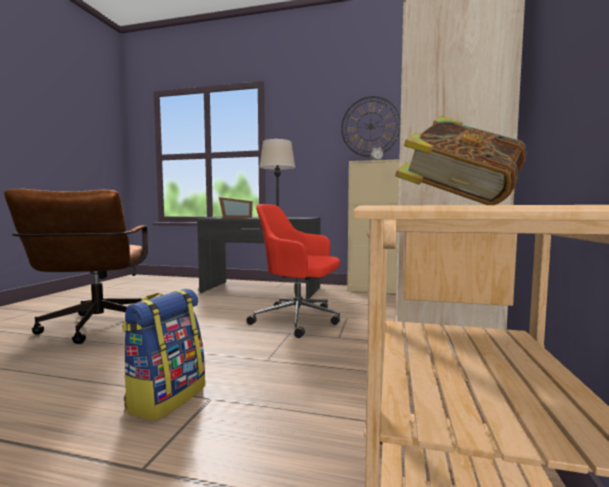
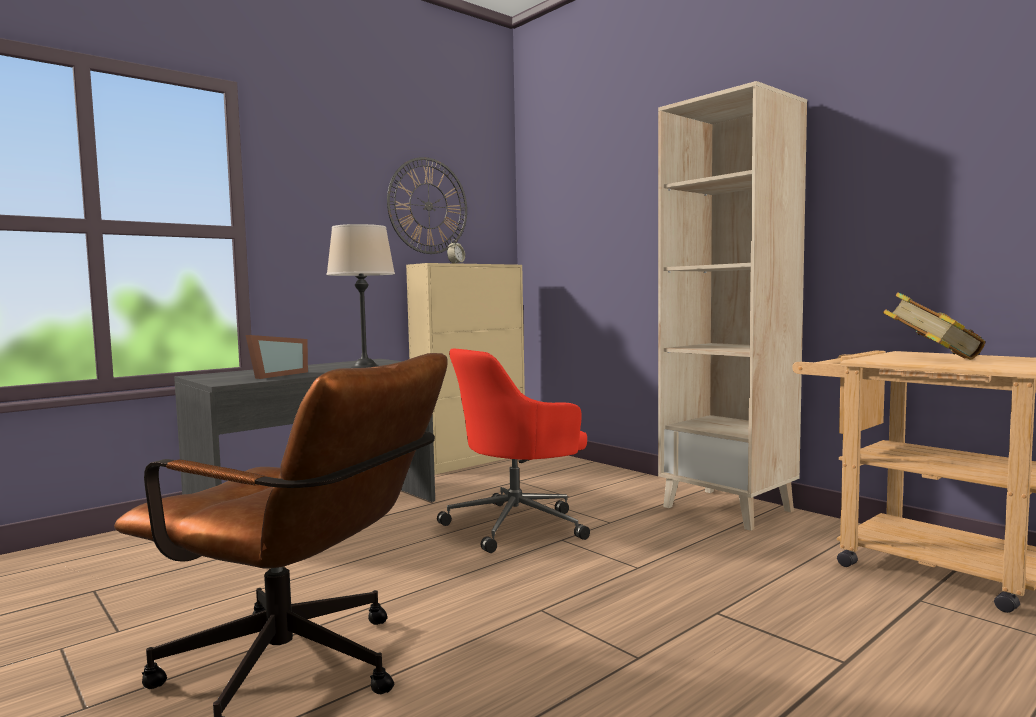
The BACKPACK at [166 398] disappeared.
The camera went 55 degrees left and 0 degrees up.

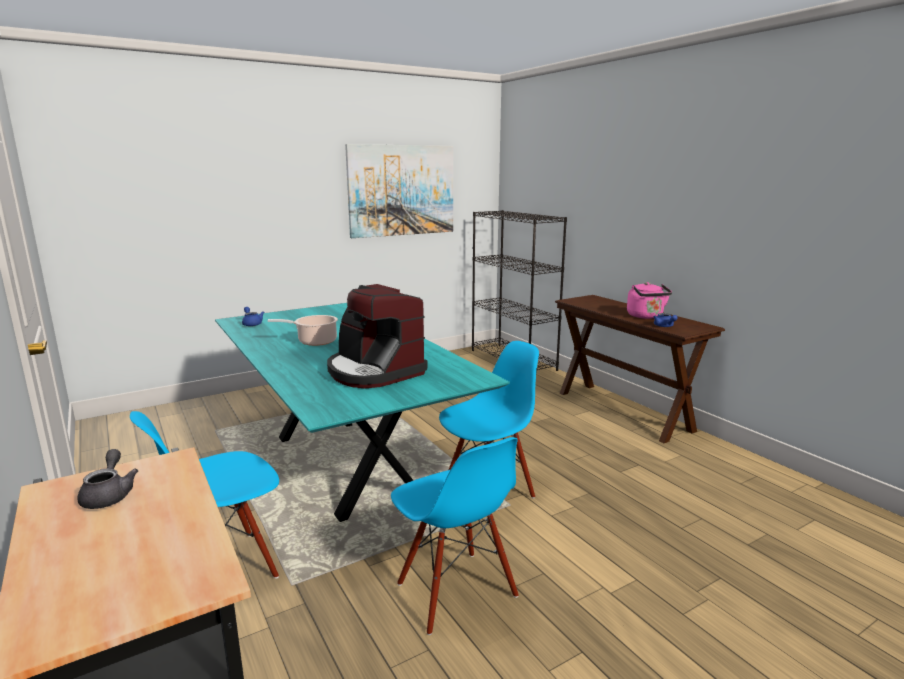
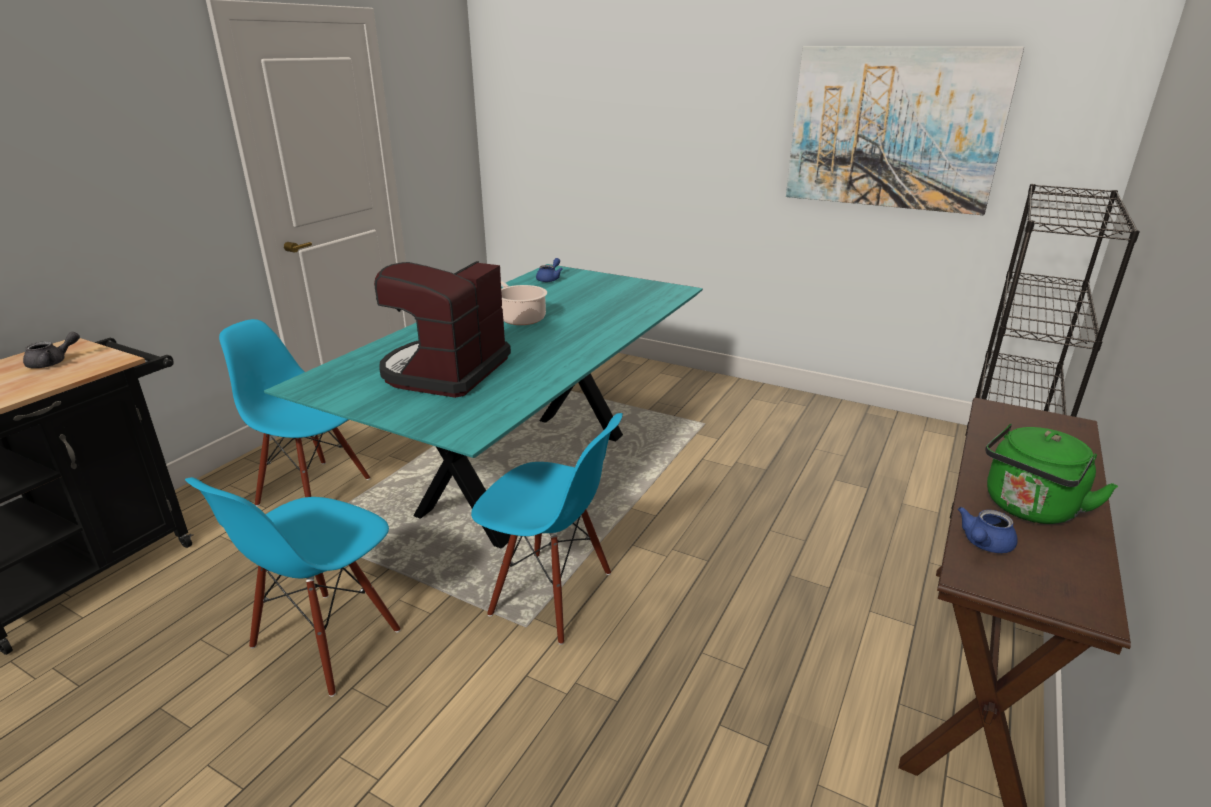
The PINK KETTLE at [646 316] became the GREEN KETTLE at [1028 509].
The camera went 60 degrees right and 10 degrees up.

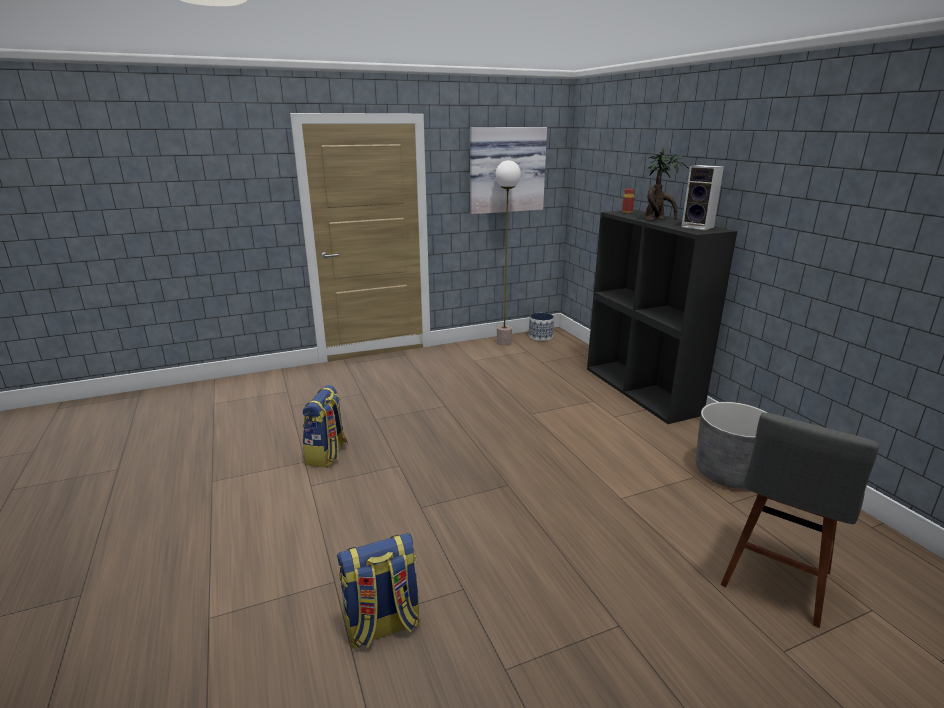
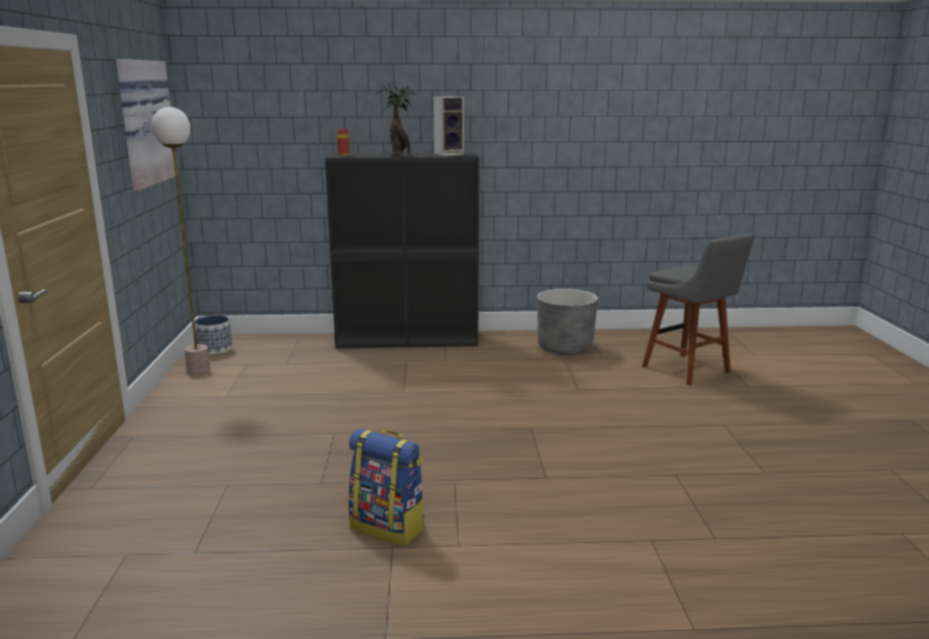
The BACKPACK at [382 626] disappeared.
The camera went 70 degrees left and 5 degrees down.

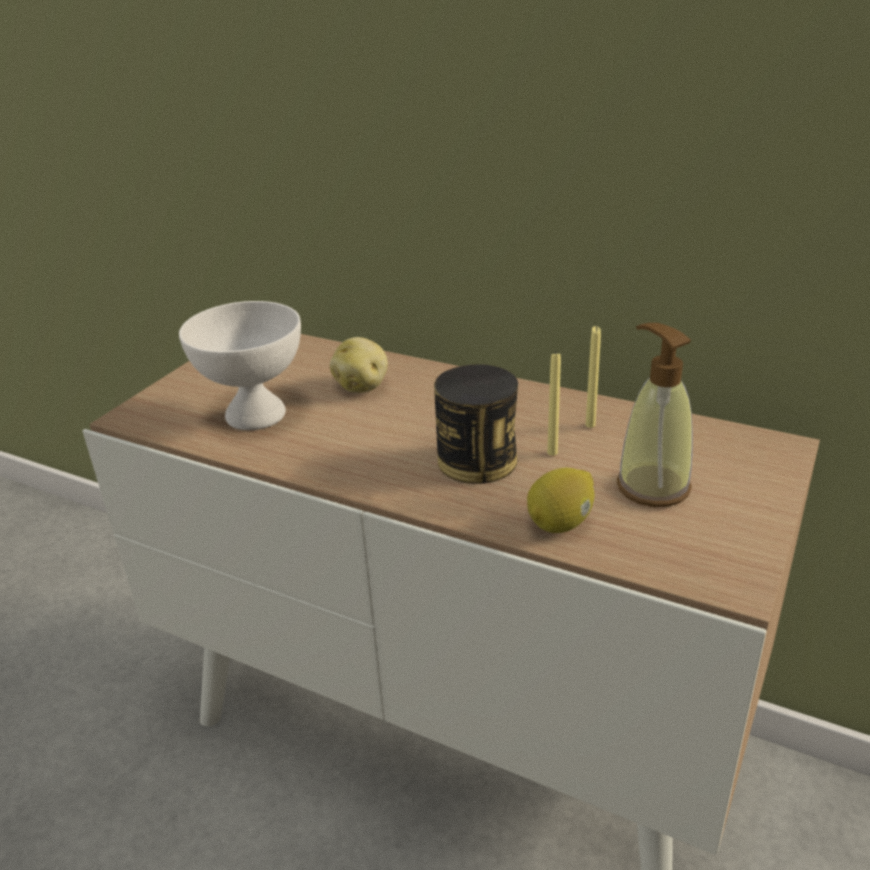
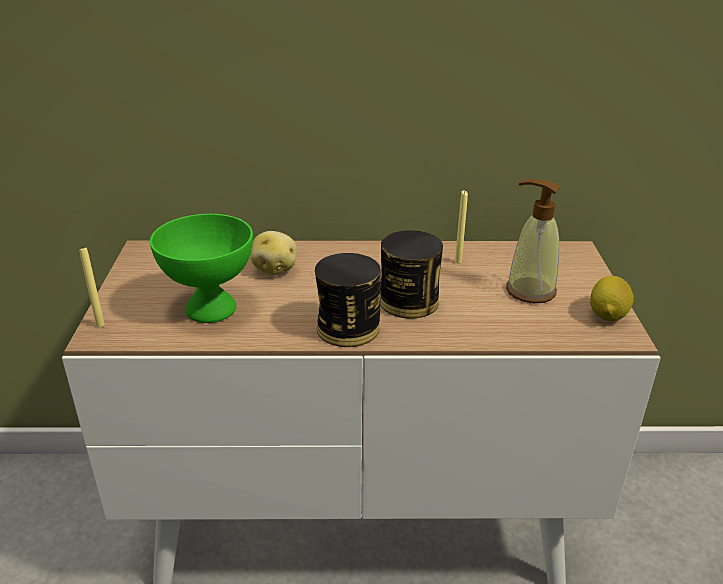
The WHITE BOWL at [255 416] became the GREEN BOWL at [211 310].
The LEMON moved from [561 523] to [608 315].
The YELLOW CANDLE moved from [552 453] to [100 325].
The CAN at [348 328] appeared.
The camera went 30 degrees left and 0 degrees up.

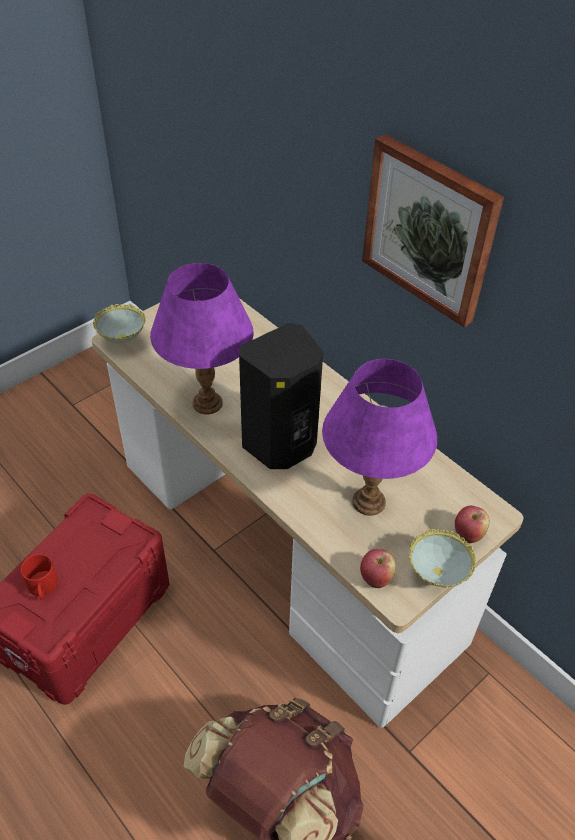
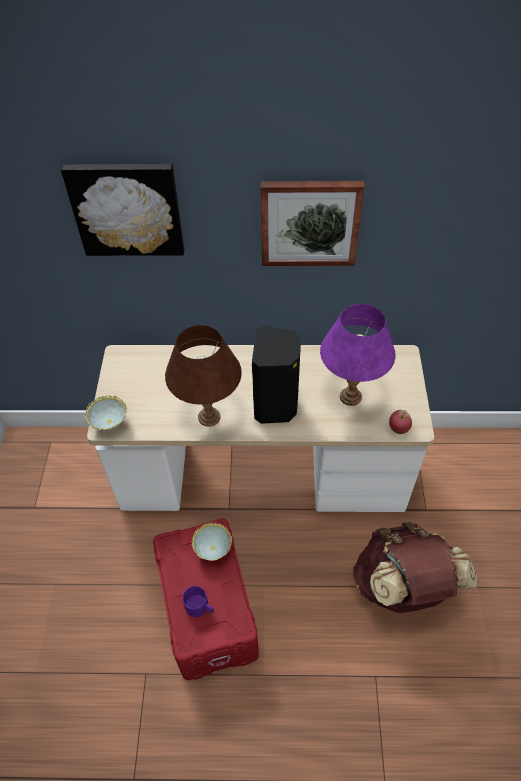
The RED MUG at [43 587] became the PURPLE MUG at [200 607].
The PURPLE TABLE LAMP at [206 403] became the BROWN TABLE LAMP at [208 417].
The BOWL moved from [436 575] to [213 550].
The APPLE at [468 534] disappeared.
The PICTURE at [127 208] appeared.
The camera went 45 degrees left and 5 degrees up.

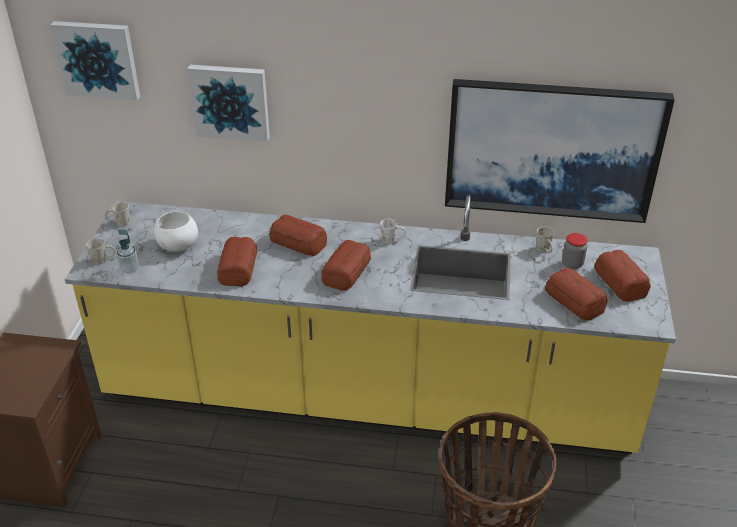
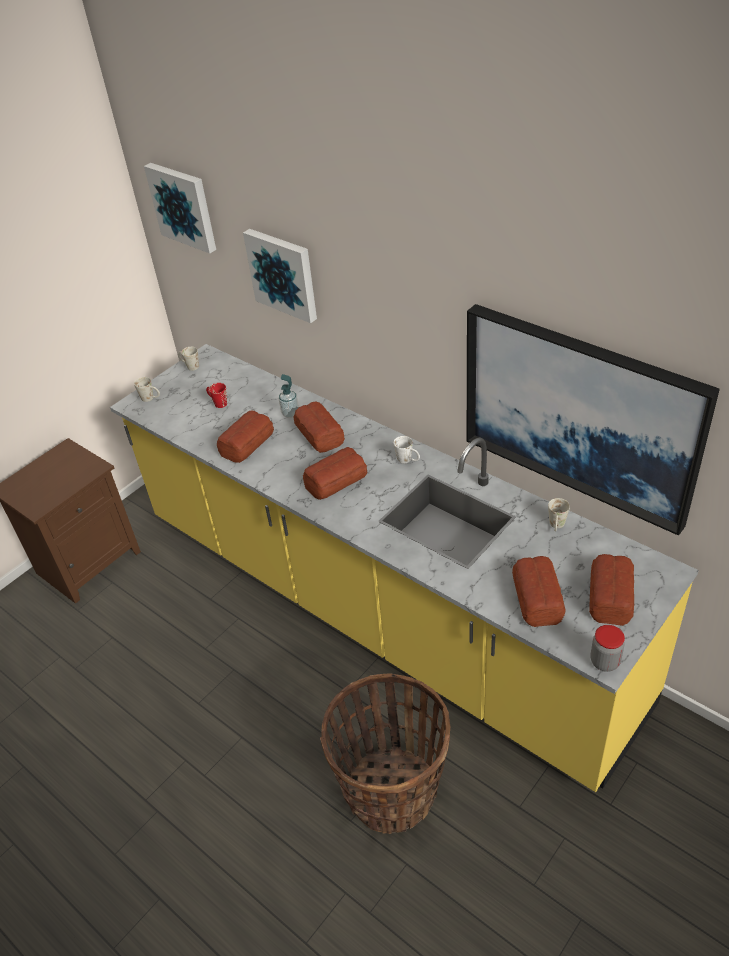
The SOAP DISPENSER moved from [129 269] to [290 413].
The WHITE BOWL at [177 245] was replaced by the RED MUG at [217 403].
The JAR moved from [572 264] to [604 661].
The camera went 35 degrees right and 5 degrees up.

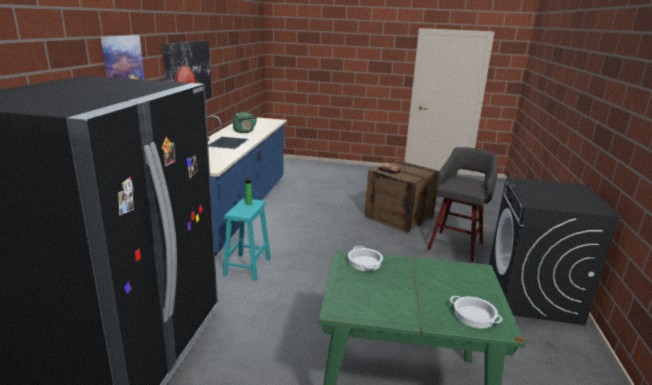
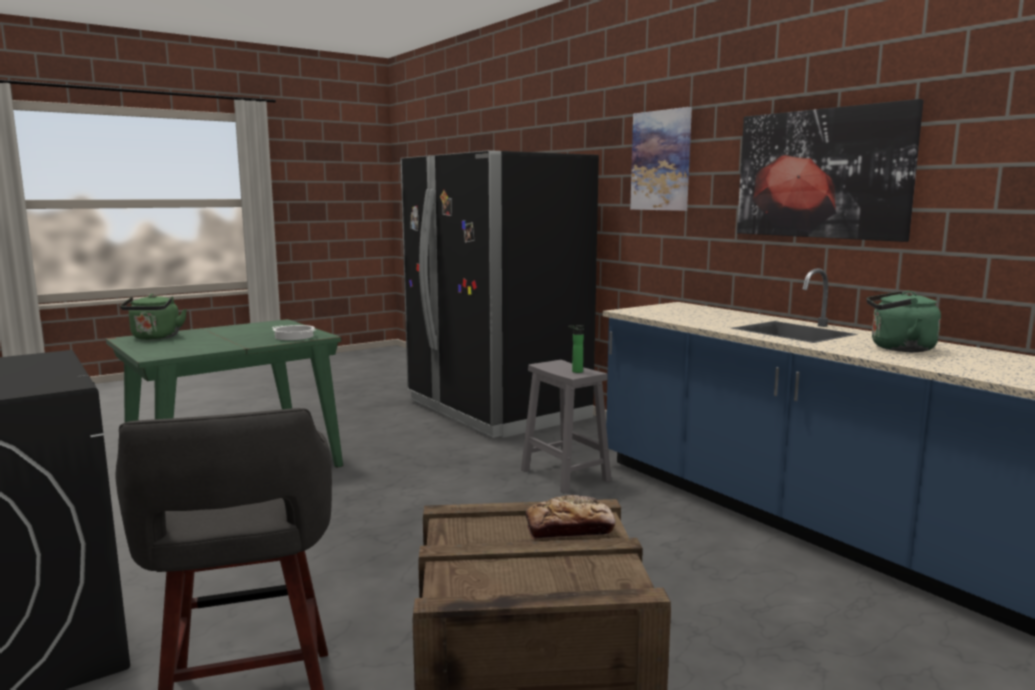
The TURQUOISE STOOL at [247 266] became the GREY STOOL at [566 476].
The COOKING POT at [474 316] was replaced by the GREEN KETTLE at [155 338].
The camera went 135 degrees right and 10 degrees down.

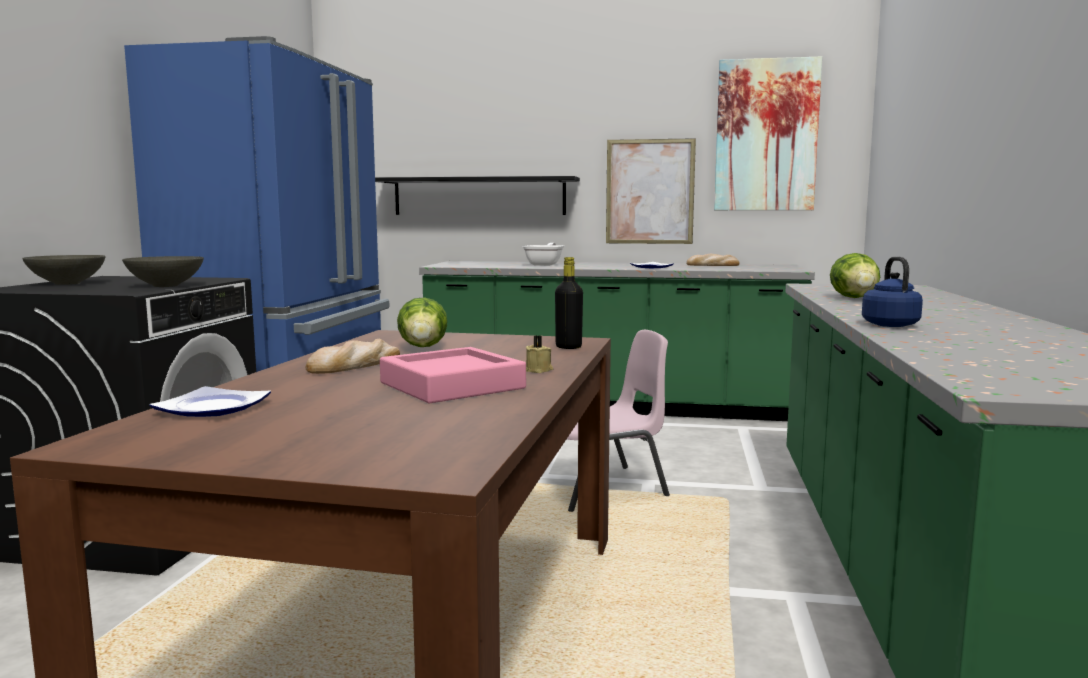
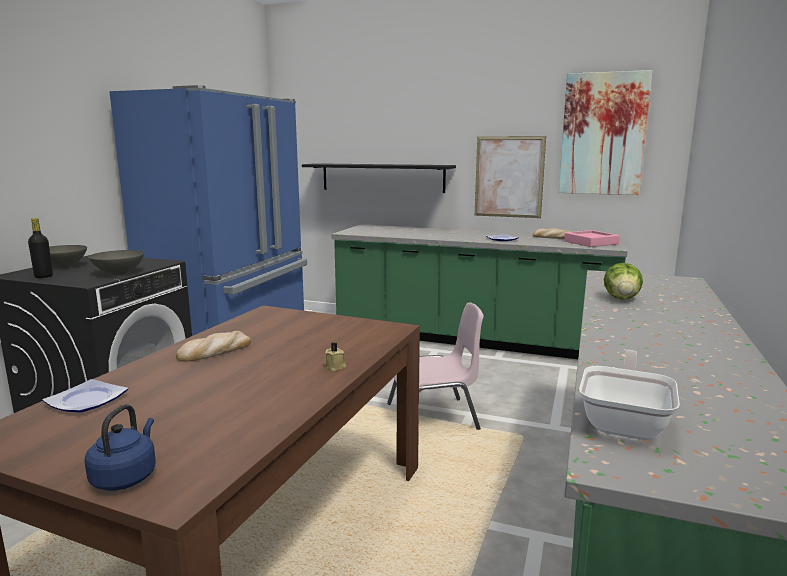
The PINK TRAY moved from [452 385] to [591 242].
The LETTUCE at [423 348] disappeared.
The FRYING PAN moved from [545 264] to [625 422].
The BLACK BOTTLE moved from [568 347] to [43 276].
The BLUE KETTLE moved from [888 324] to [126 477].
The camera went 10 degrees right and 5 degrees up.

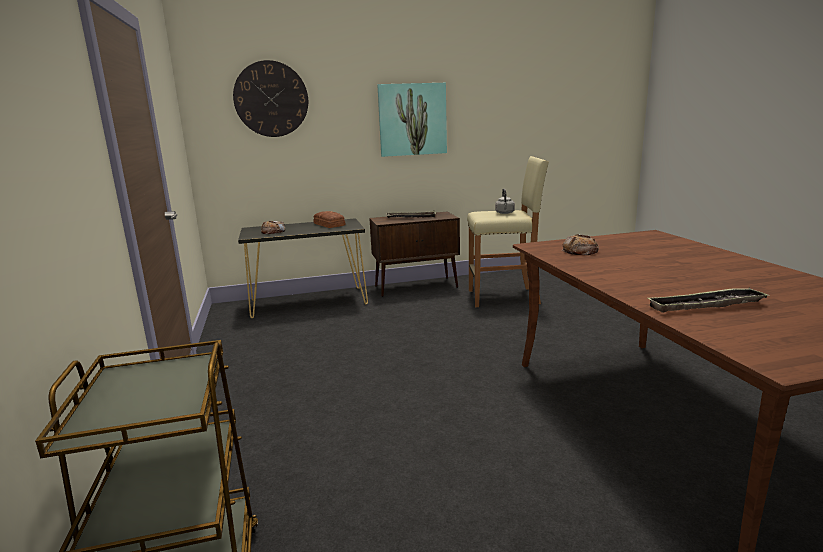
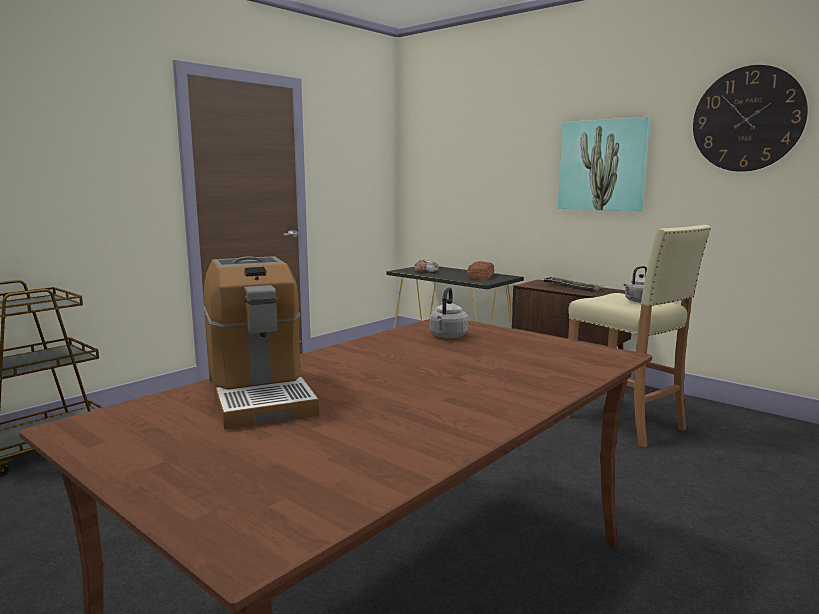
The WALL CLOCK moved from [271 99] to [747 119].
The BREAD at [580 251] was replaced by the GREY KETTLE at [448 336].
The TRAY at [706 305] was replaced by the COFFEE MACHINE at [259 394].
The camera went 55 degrees right and 5 degrees down.

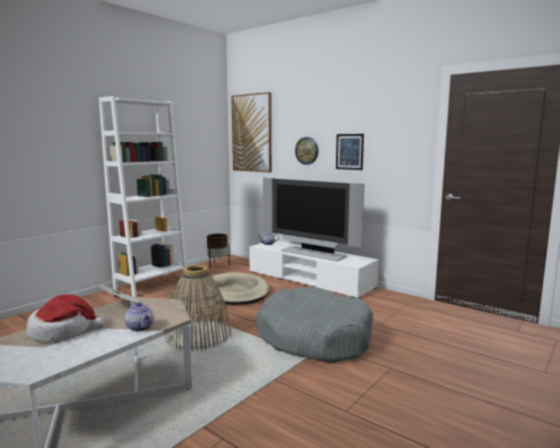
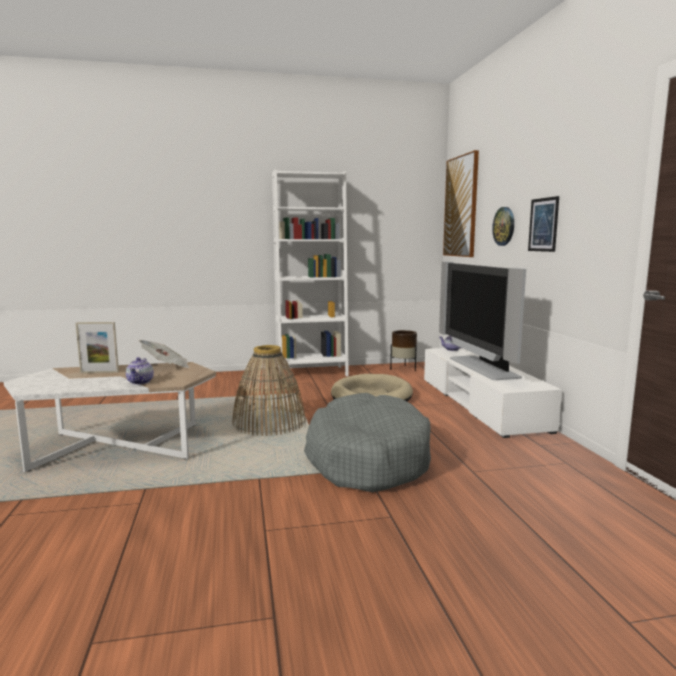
The HAT at [63 331] was replaced by the PICTURE FRAME at [99 372].
The camera went 40 degrees right and 0 degrees up.

